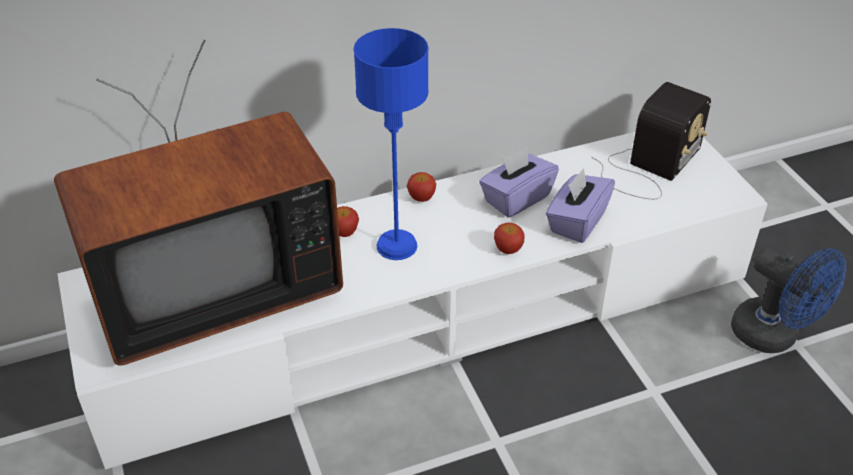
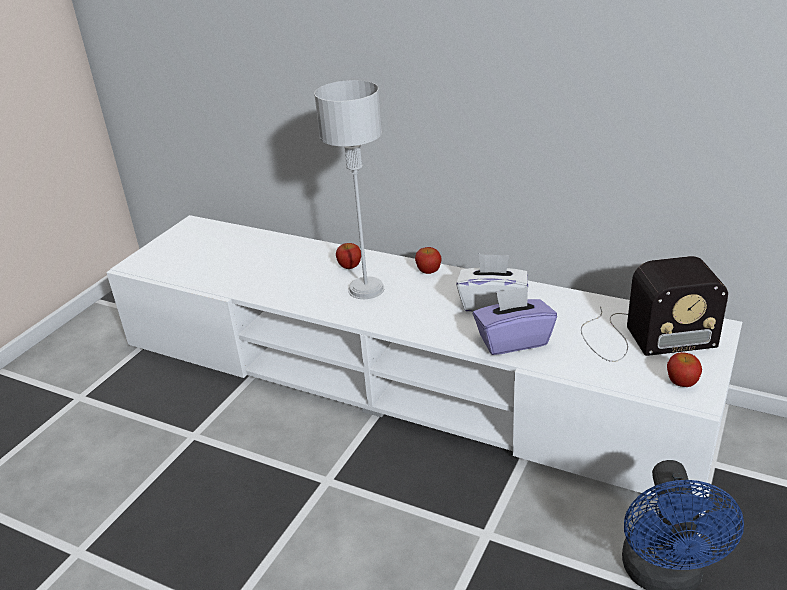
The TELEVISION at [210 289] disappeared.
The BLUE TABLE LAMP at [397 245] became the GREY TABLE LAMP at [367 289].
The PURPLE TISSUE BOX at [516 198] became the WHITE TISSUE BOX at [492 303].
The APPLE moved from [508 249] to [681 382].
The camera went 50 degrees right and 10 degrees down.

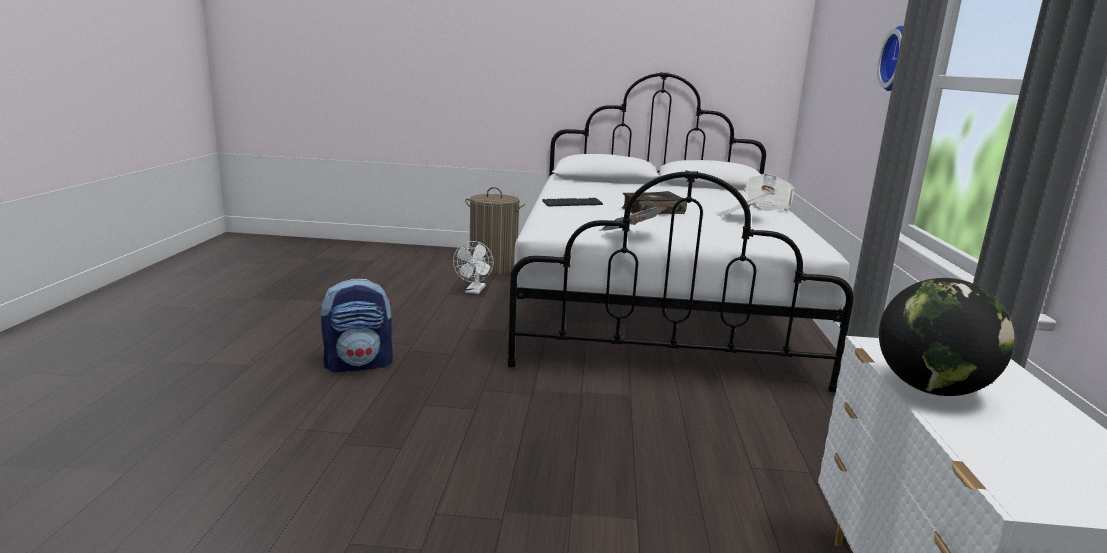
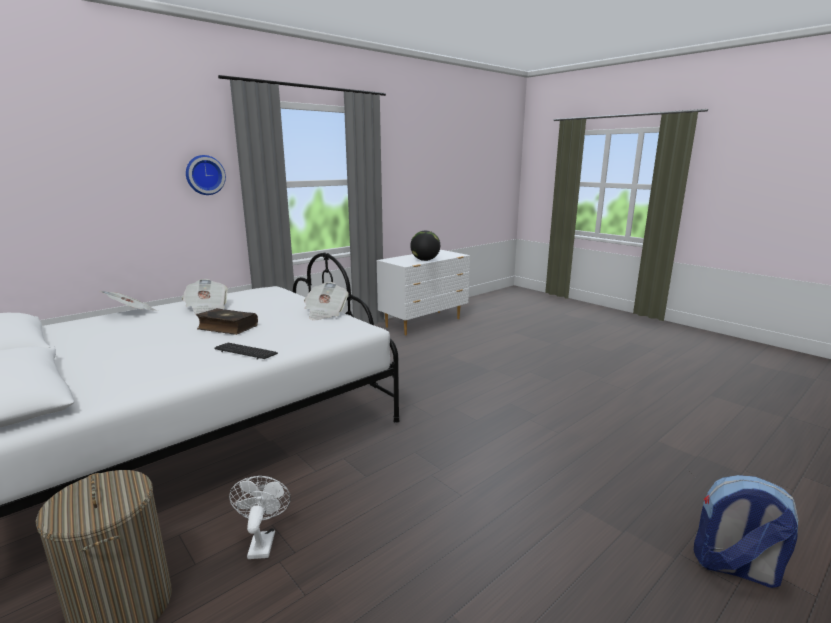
The BACKPACK moved from [359 364] to [734 568].
The WHITE FAN at [474 291] turned 60 degrees counterclockwise.
The camera went 135 degrees left and 0 degrees up.

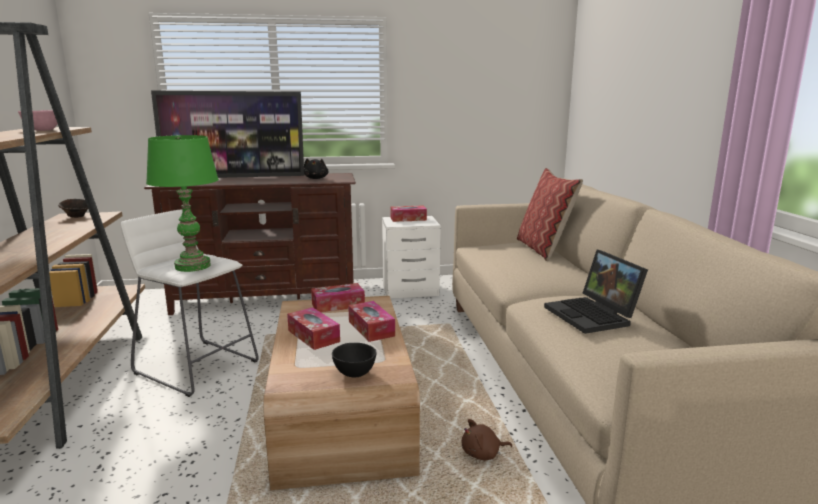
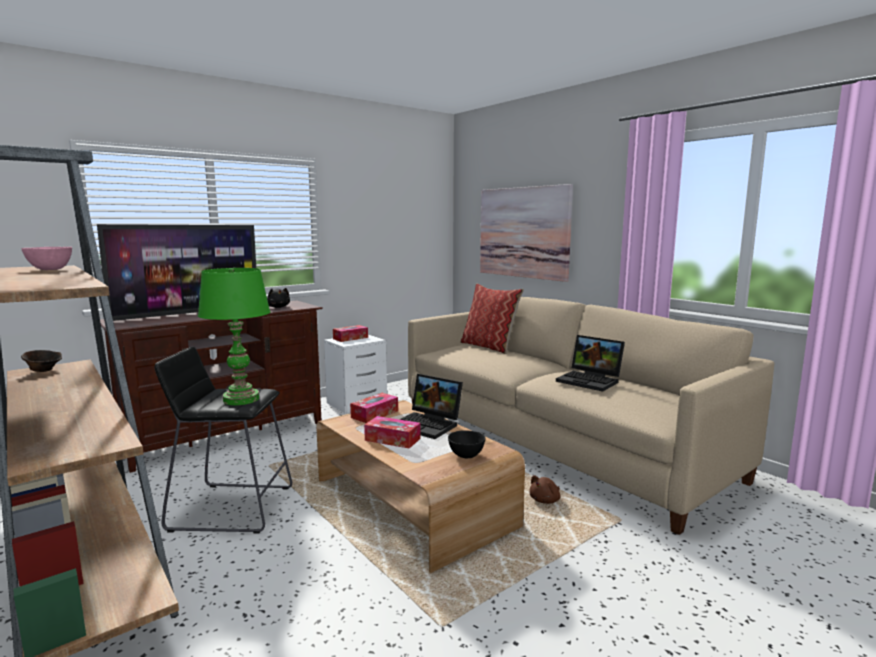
The WHITE STOOL at [197 367] became the BLACK STOOL at [232 508].
The TISSUE BOX at [371 328] was replaced by the LAPTOP at [429 424].
The PICTURE at [523 232] appeared.
The camera went 30 degrees left and 5 degrees down.

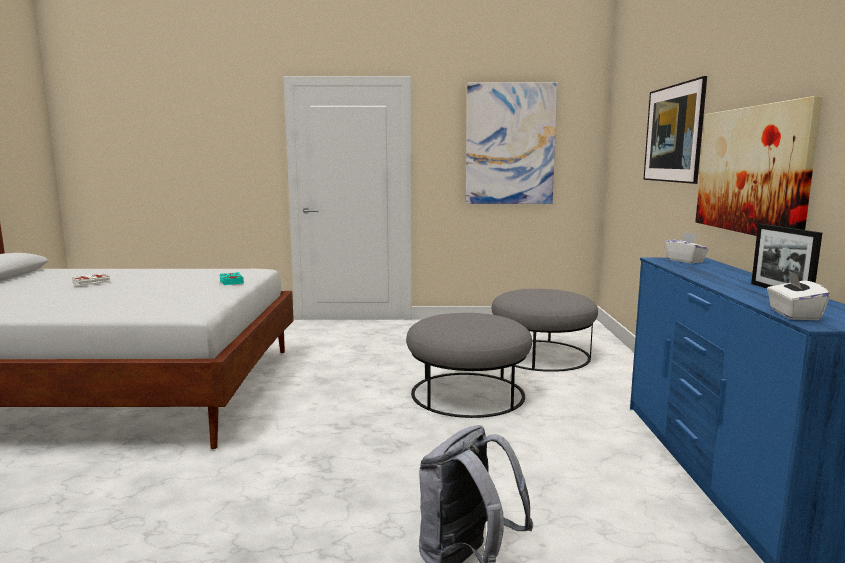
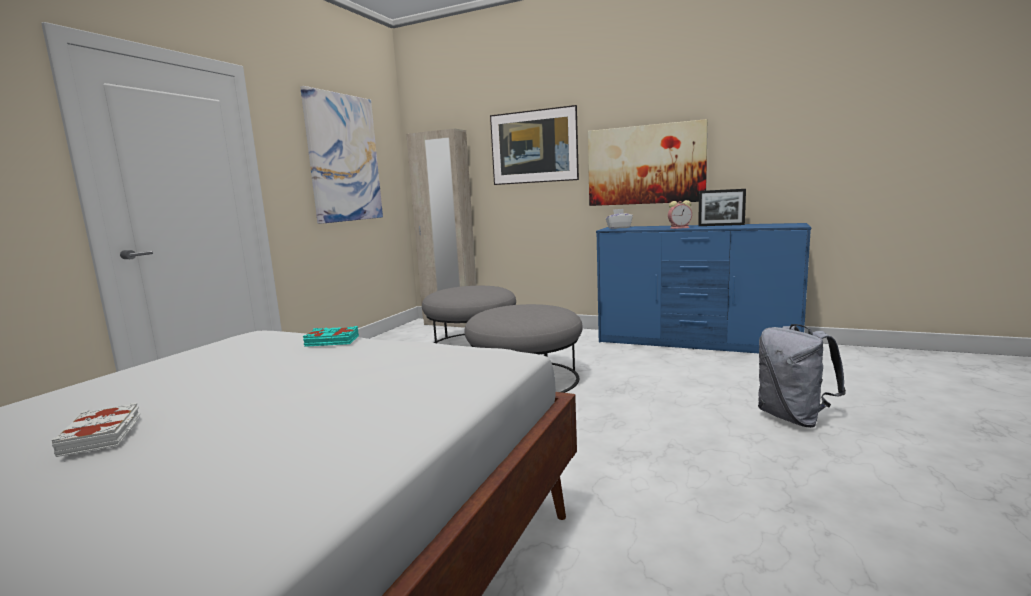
The WHITE TISSUE BOX at [793 315] disappeared.
The BEIGE WARDROBE at [451 324] appeared.
The ALARM CLOCK at [680 228] appeared.
The camera went 65 degrees left and 0 degrees up.

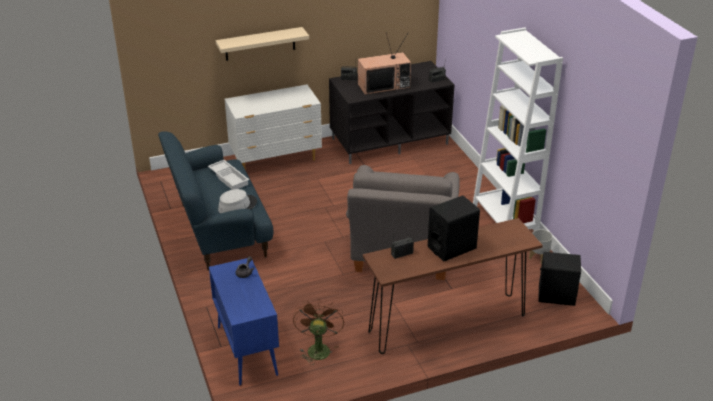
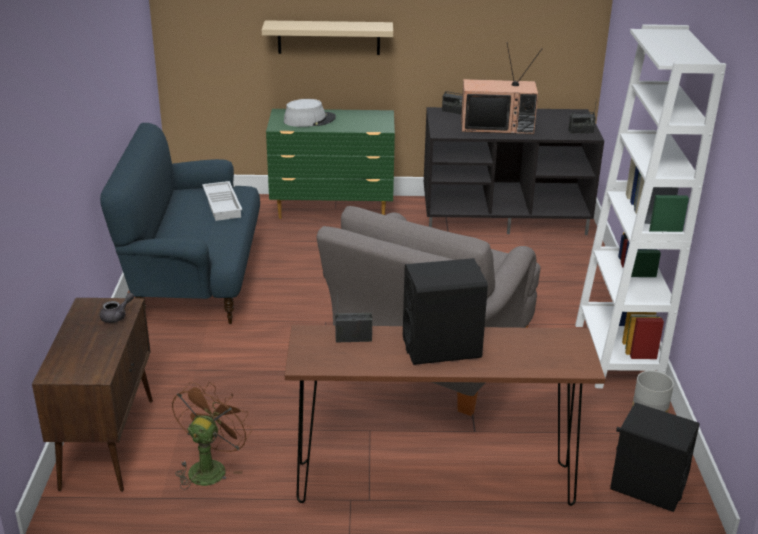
The BLUE CABINET at [246 350] became the BROWN CABINET at [108 442].
The GREY HAT moved from [237 206] to [309 120].
The WHITE DRESSER at [276 160] became the GREEN DRESSER at [333 210].
The camera went 20 degrees right and 5 degrees down.

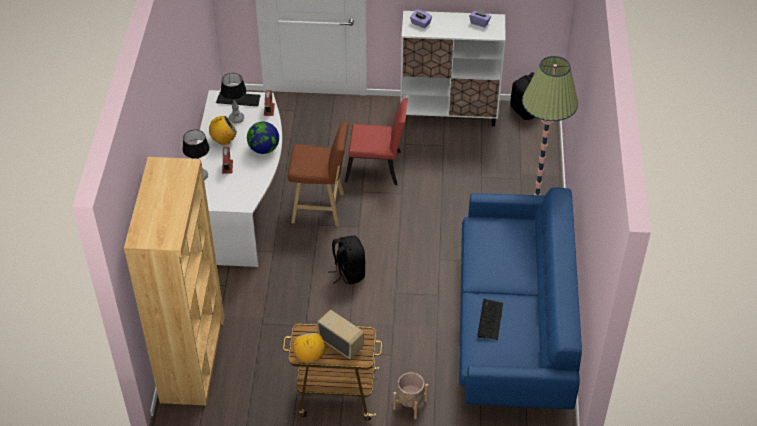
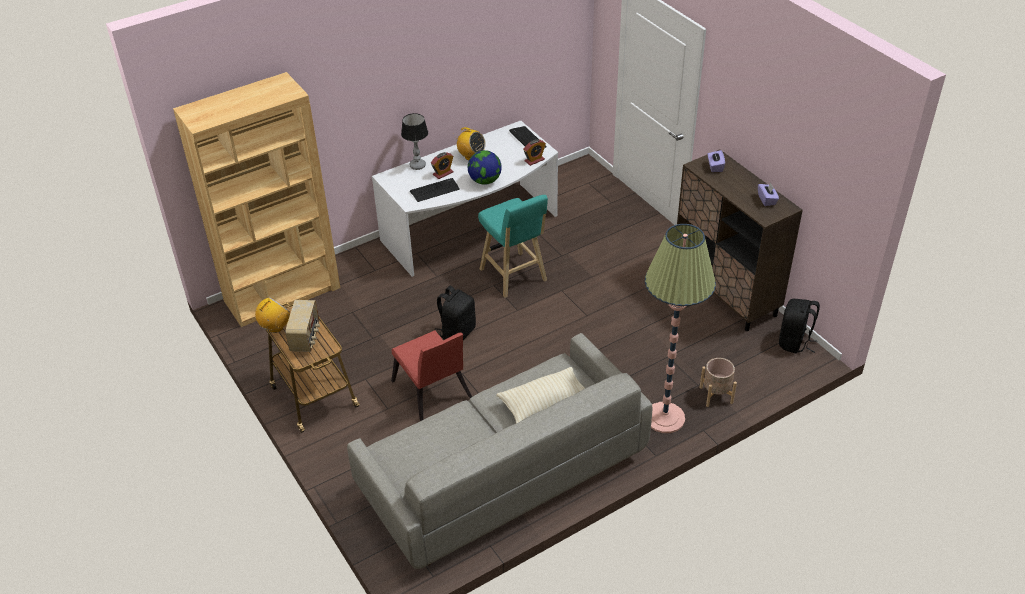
The TABLE LAMP at [236 119] disappeared.
The BROWN STOOL at [321 208] became the TURQUOISE STOOL at [514 277].
The RED CHAIR moved from [377 168] to [433 393].
The BEIGE PLANTER moved from [410 404] to [716 395].
The WHITE CABINET at [449 112] became the BROWN CABINET at [725 292].
The BLUE SOFA at [513 323] became the GREY SOFA at [502 475].
The KEYBOARD moved from [490 320] to [435 190].
The BEIGE PILLOW at [544 404] appeared.
The camera went 55 degrees right and 5 degrees down.

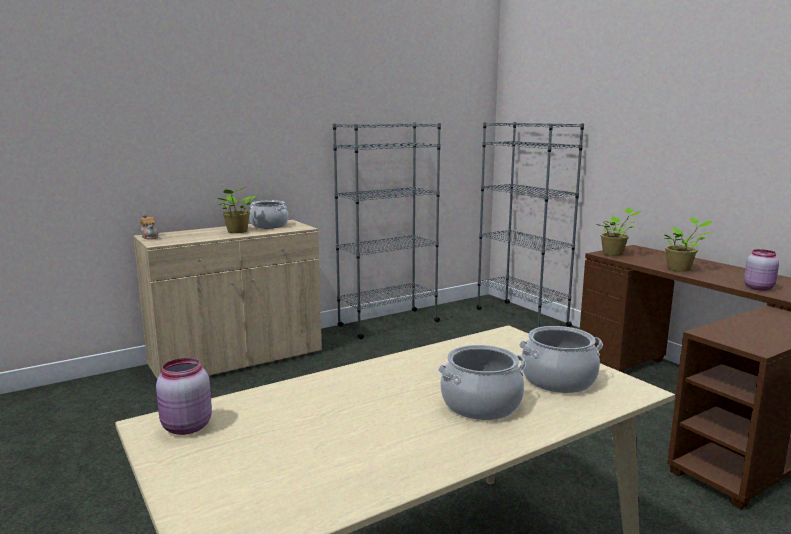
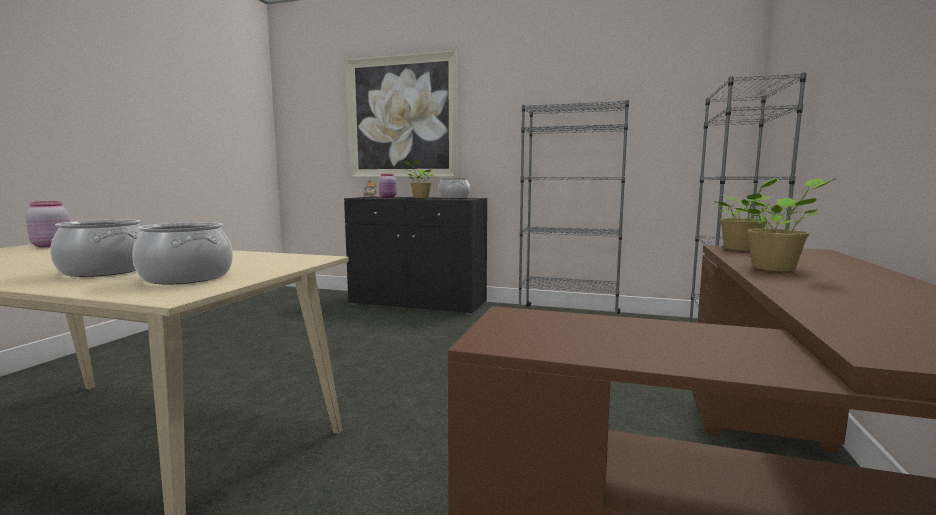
The BEIGE CABINET at [237 359] became the BLACK CABINET at [418 303].
The PINK JAR moved from [759 288] to [388 197].
The PICTURE at [402 117] appeared.
The camera went 50 degrees right and 5 degrees down.

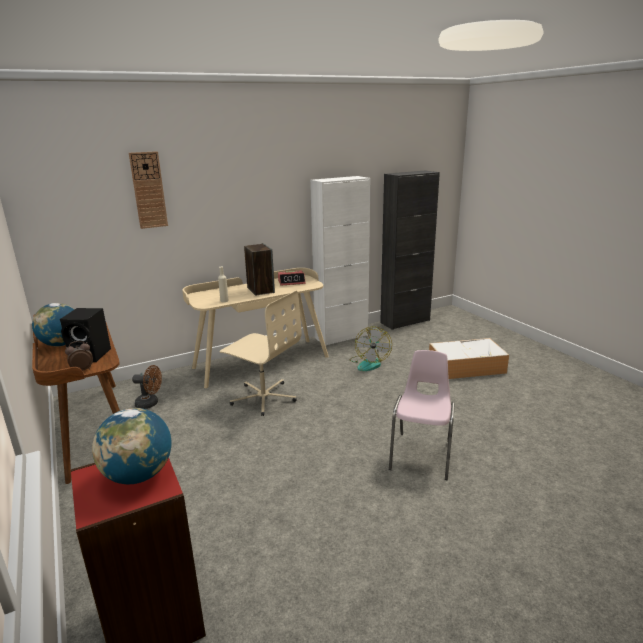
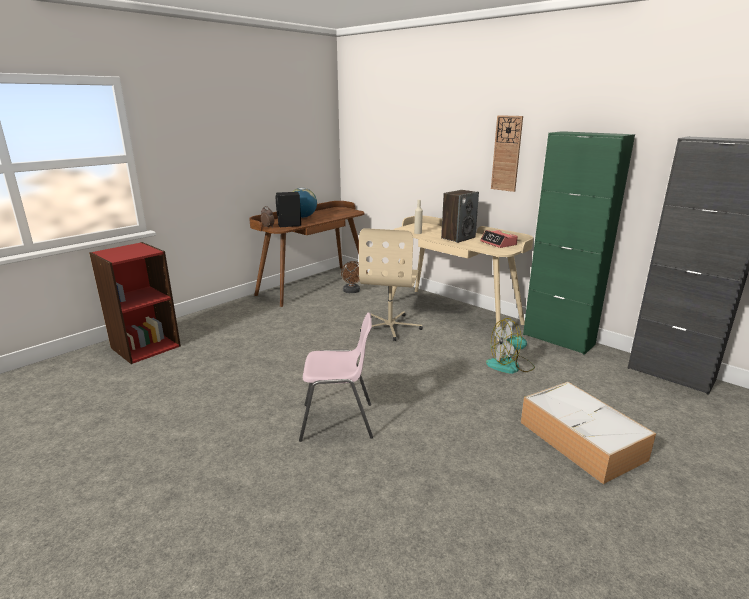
The GLOBE at [138 475] disappeared.
The WALL CLOCK moved from [148 190] to [506 153].
The WHITE CABINET at [341 337] became the GREEN CABINET at [558 339].
The camera went 70 degrees right and 0 degrees up.

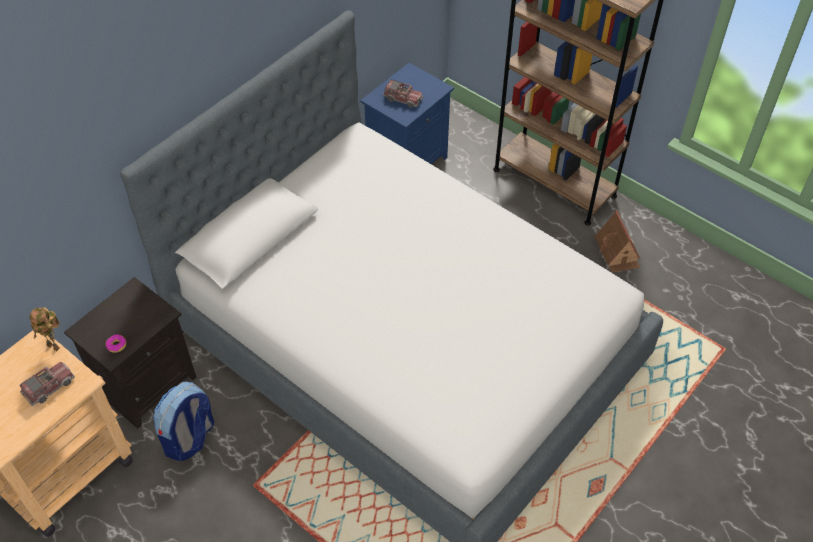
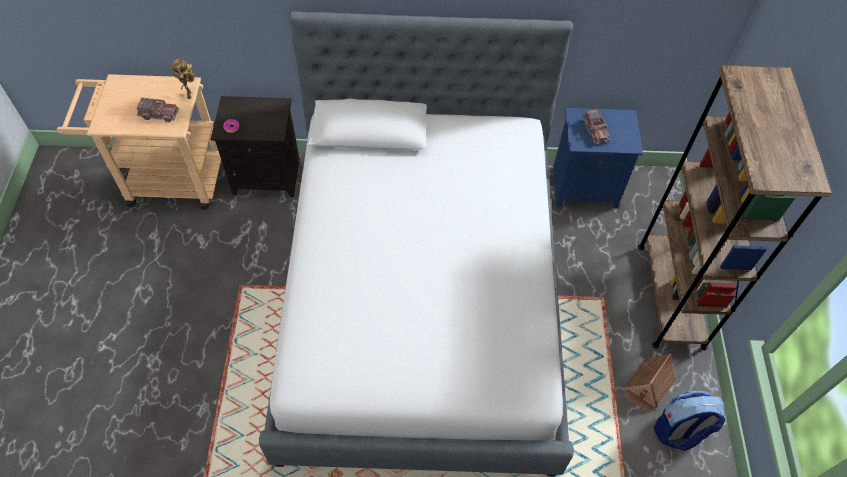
The BACKPACK moved from [190 438] to [679 431].
The camera went 50 degrees right and 5 degrees up.

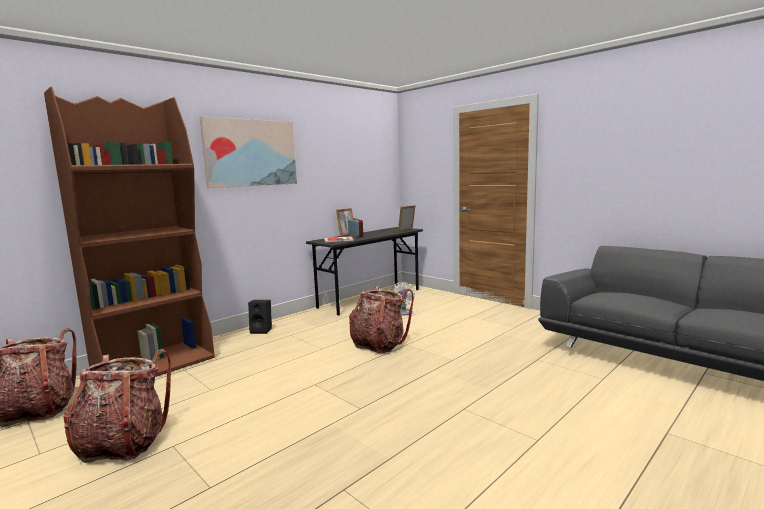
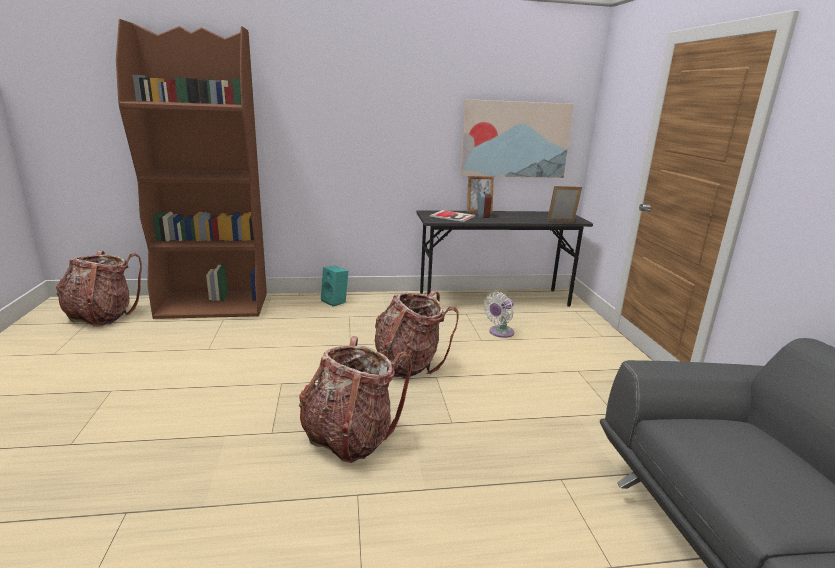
The BACKPACK moved from [123 443] to [350 437].
The PICTURE moved from [251 153] to [515 139].
The BLACK SPEAKER at [262 330] became the TURQUOISE SPEAKER at [335 301].
The camera went 35 degrees right and 10 degrees up.

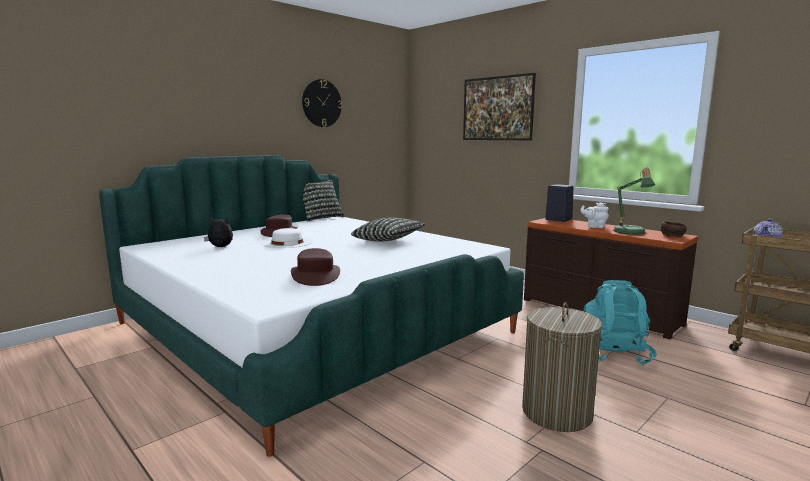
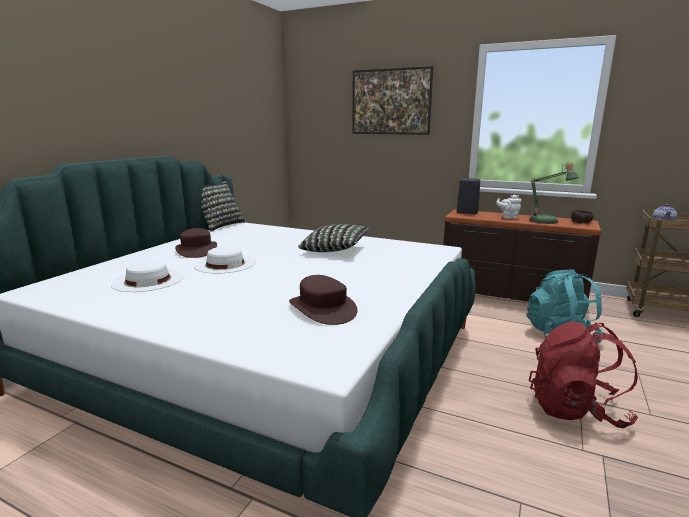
The PLUSH TOY at [220 247] was replaced by the WHITE HAT at [148 280].
The WALL CLOCK at [321 103] disappeared.
The LAUNDRY BASKET at [557 413] was replaced by the RED BACKPACK at [576 410].
The camera went 20 degrees left and 5 degrees up.

